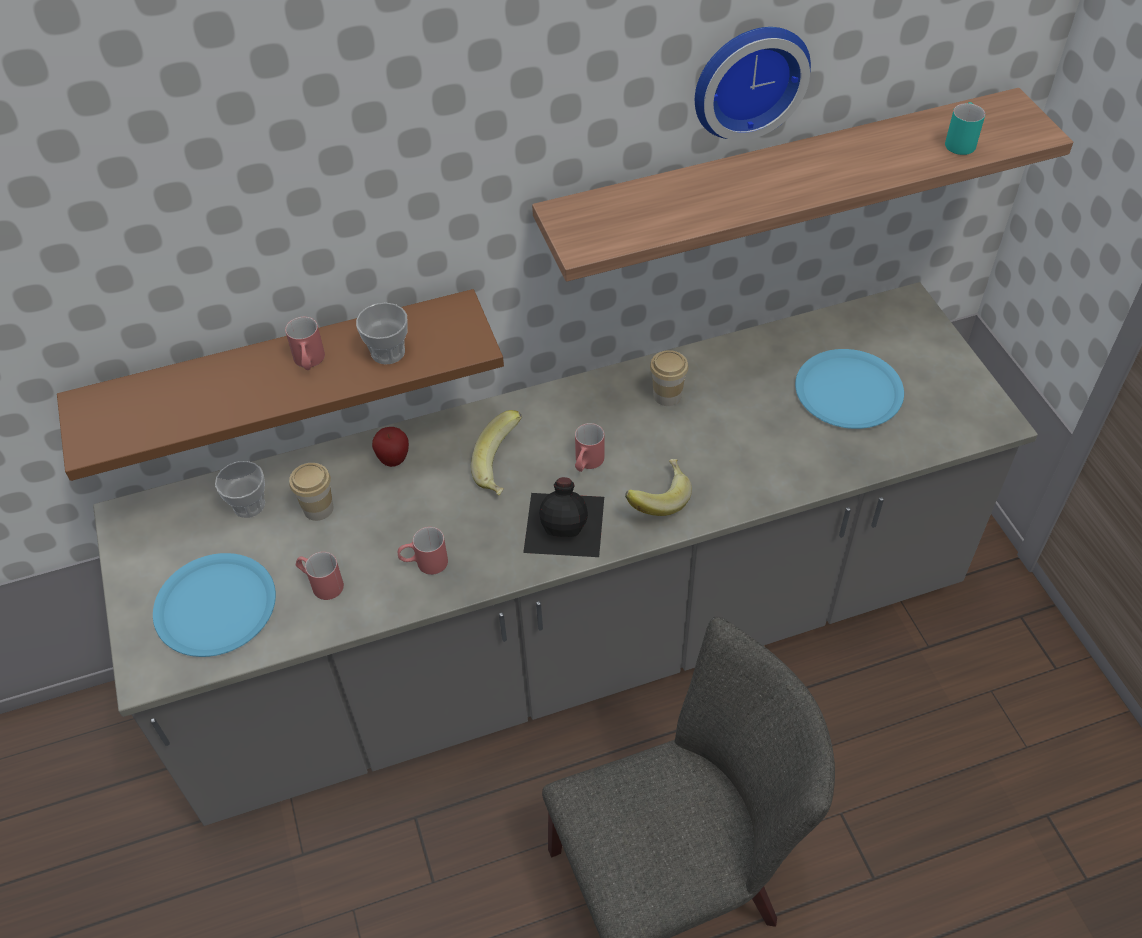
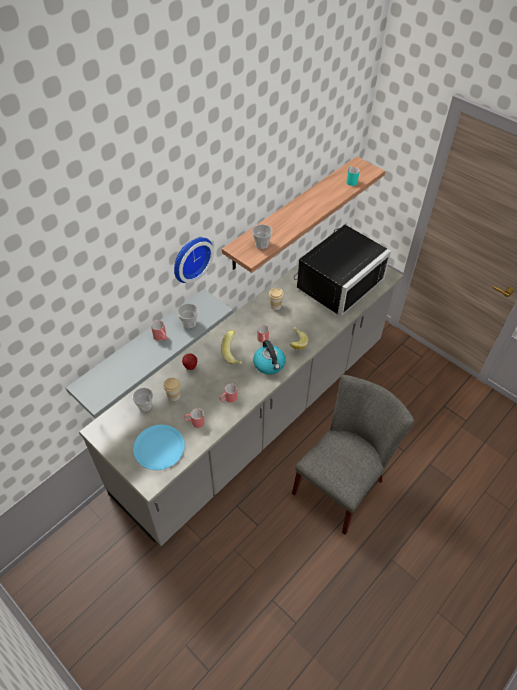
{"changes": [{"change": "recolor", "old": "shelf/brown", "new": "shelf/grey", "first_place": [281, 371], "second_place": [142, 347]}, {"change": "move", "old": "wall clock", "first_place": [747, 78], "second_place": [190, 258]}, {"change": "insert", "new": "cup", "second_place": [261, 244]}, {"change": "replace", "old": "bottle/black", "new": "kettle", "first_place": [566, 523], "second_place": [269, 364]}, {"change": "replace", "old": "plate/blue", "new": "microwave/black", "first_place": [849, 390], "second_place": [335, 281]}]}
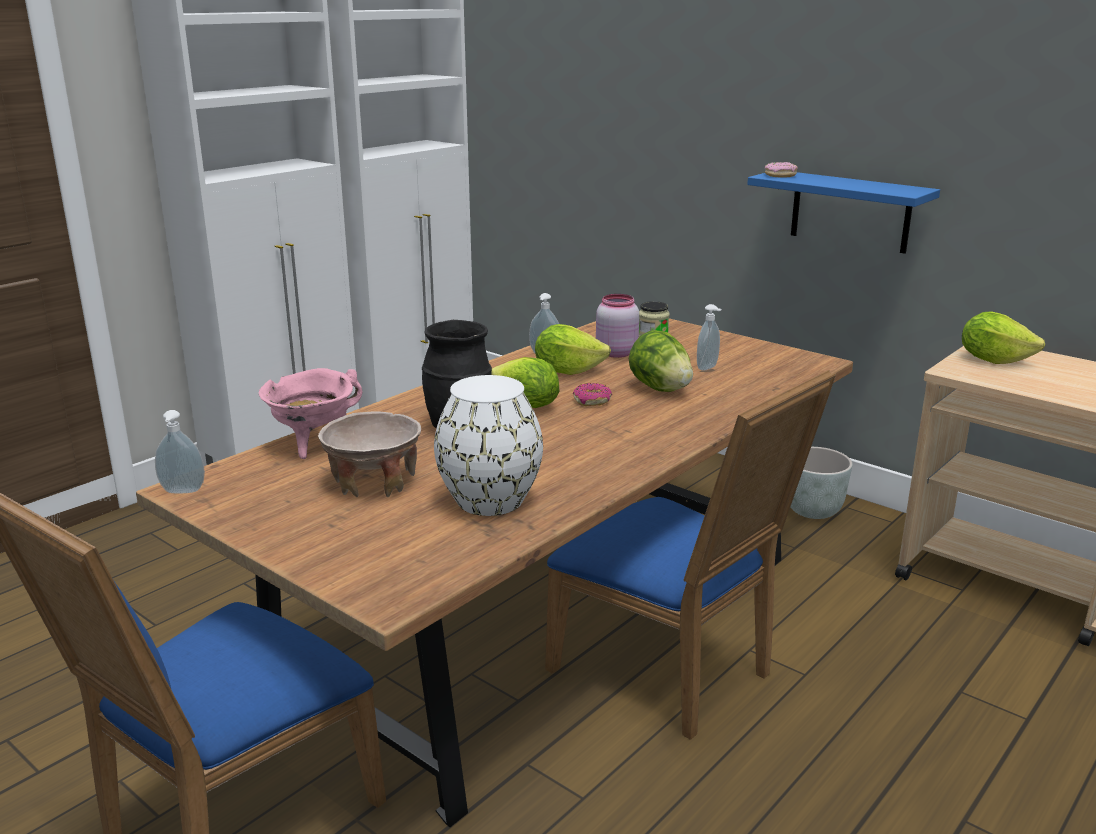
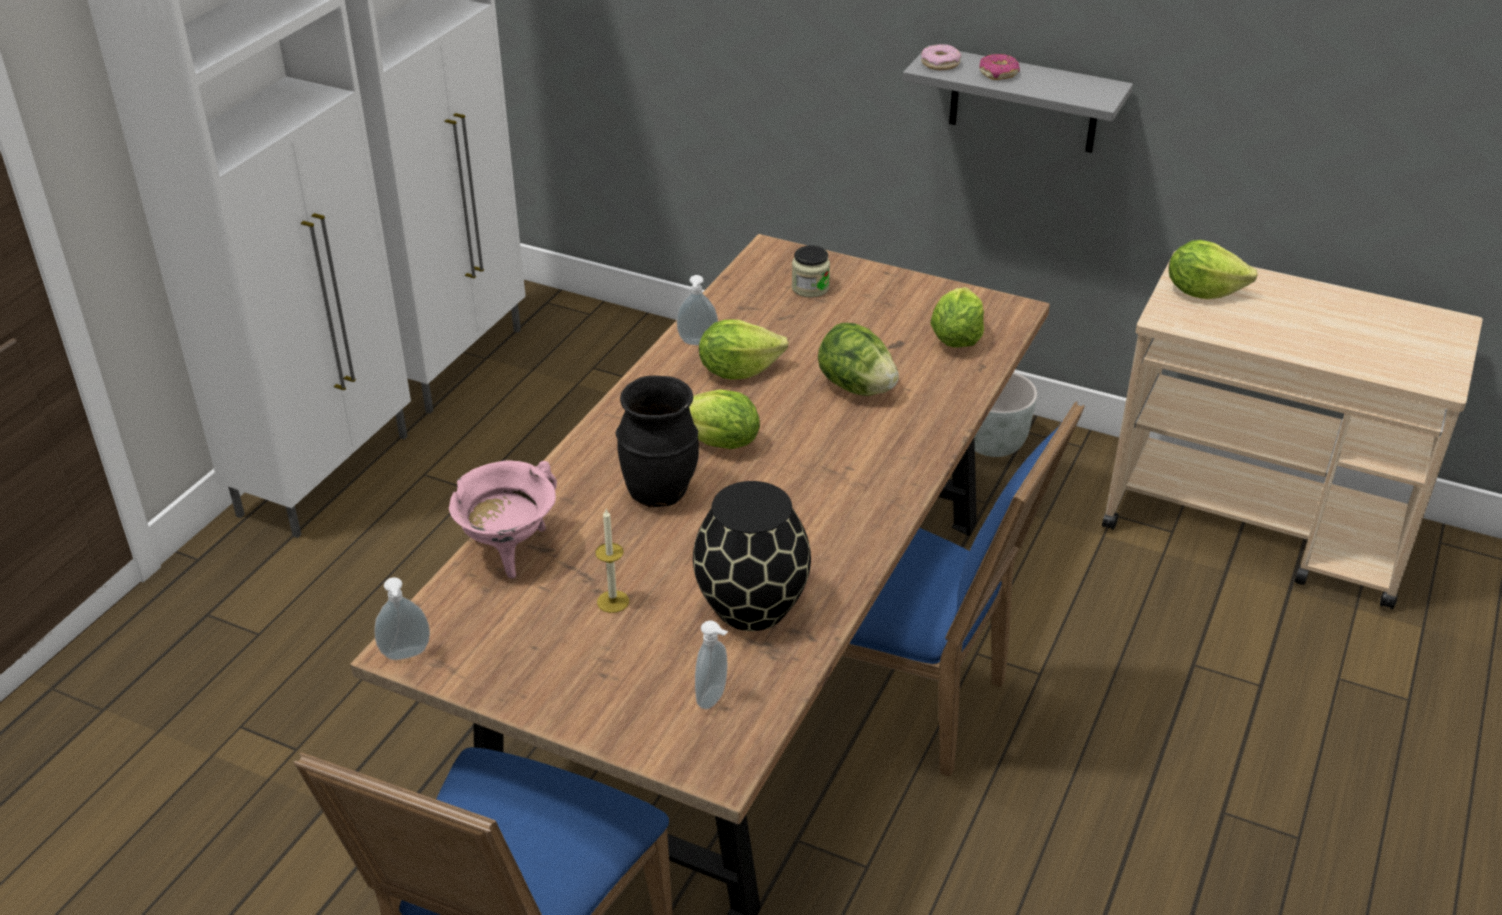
{"changes": [{"change": "replace", "old": "bowl/beige", "new": "candle", "first_place": [373, 482], "second_place": [613, 601]}, {"change": "recolor", "old": "vase/white", "new": "vase/black", "first_place": [488, 500], "second_place": [750, 606]}, {"change": "move", "old": "soap dispenser", "first_place": [708, 368], "second_place": [714, 698]}, {"change": "recolor", "old": "shelf/blue", "new": "shelf/grey", "first_place": [850, 211], "second_place": [1024, 100]}, {"change": "insert", "new": "lettuce", "second_place": [956, 338]}, {"change": "move", "old": "donut", "first_place": [592, 401], "second_place": [998, 73]}, {"change": "delete", "old": "jar/pink", "first_place": [615, 353]}]}
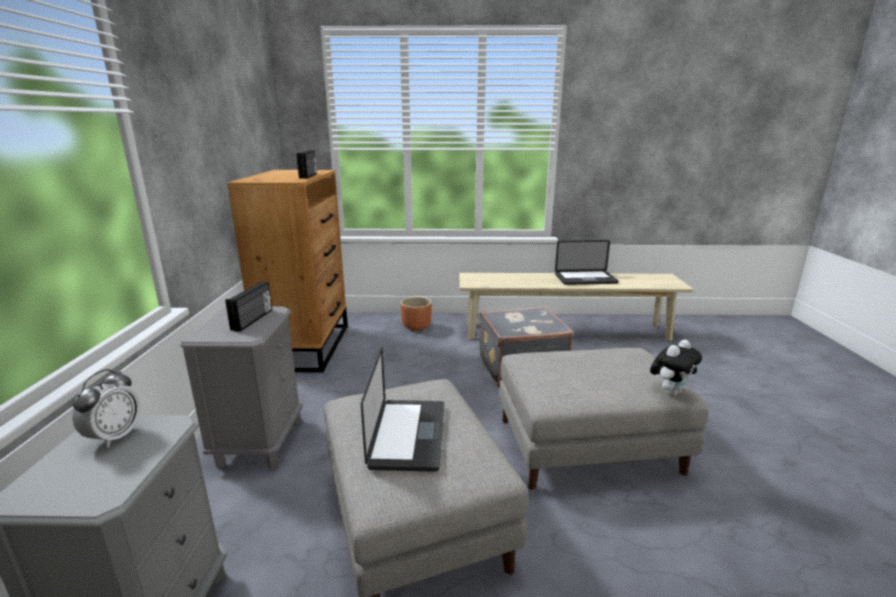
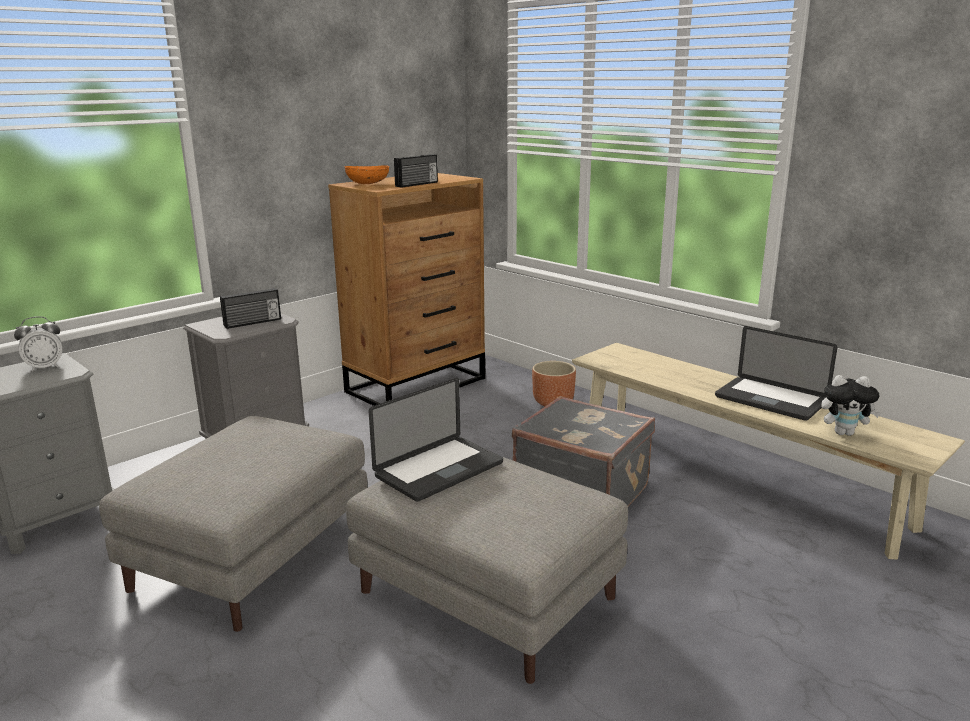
{"changes": [{"change": "insert", "new": "bowl/orange", "second_place": [367, 184]}, {"change": "move", "old": "laptop", "first_place": [408, 435], "second_place": [439, 470]}, {"change": "move", "old": "plush toy", "first_place": [670, 392], "second_place": [844, 433]}]}
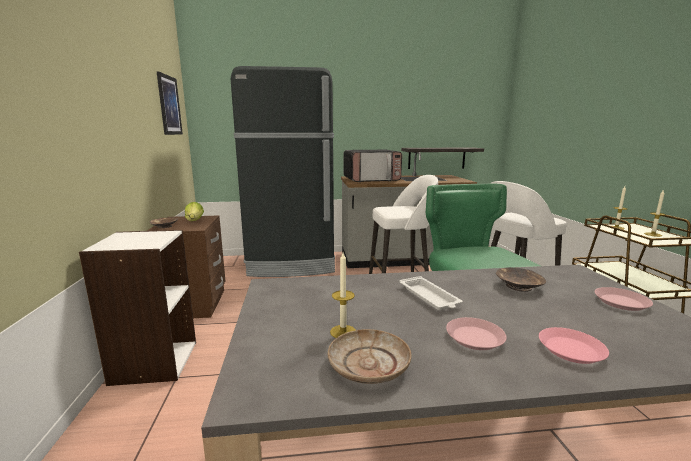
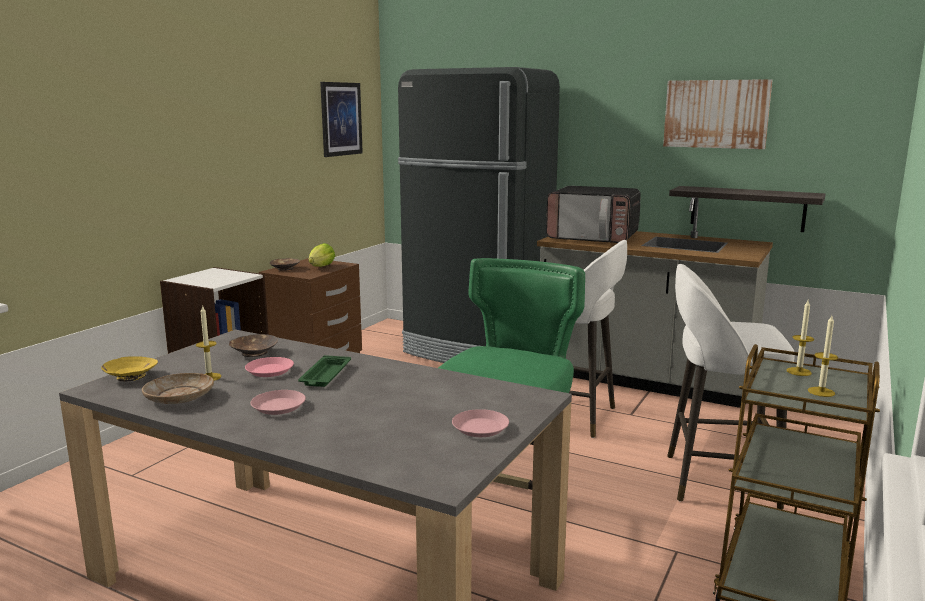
{"changes": [{"change": "insert", "new": "bowl/yellow", "second_place": [131, 376]}, {"change": "move", "old": "bowl/brown", "first_place": [518, 286], "second_place": [254, 352]}, {"change": "move", "old": "plate/pink", "first_place": [571, 349], "second_place": [270, 370]}, {"change": "recolor", "old": "tray/white", "new": "tray/green", "first_place": [429, 297], "second_place": [325, 376]}, {"change": "insert", "new": "picture", "second_place": [716, 114]}]}
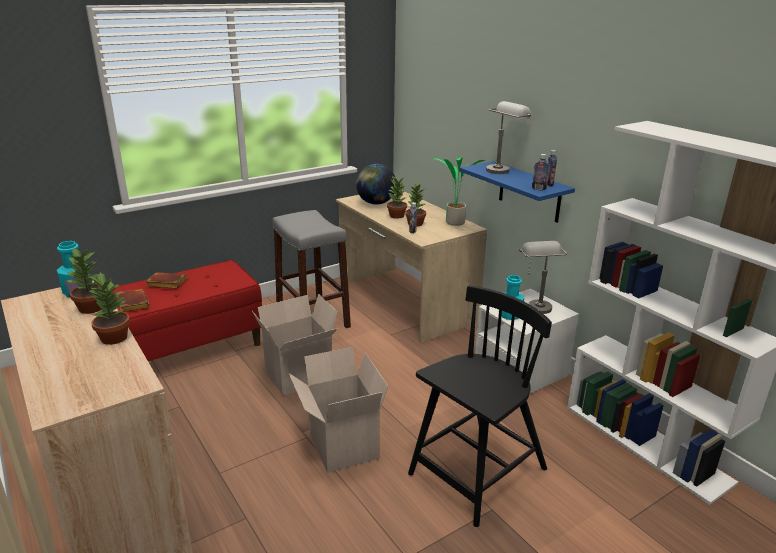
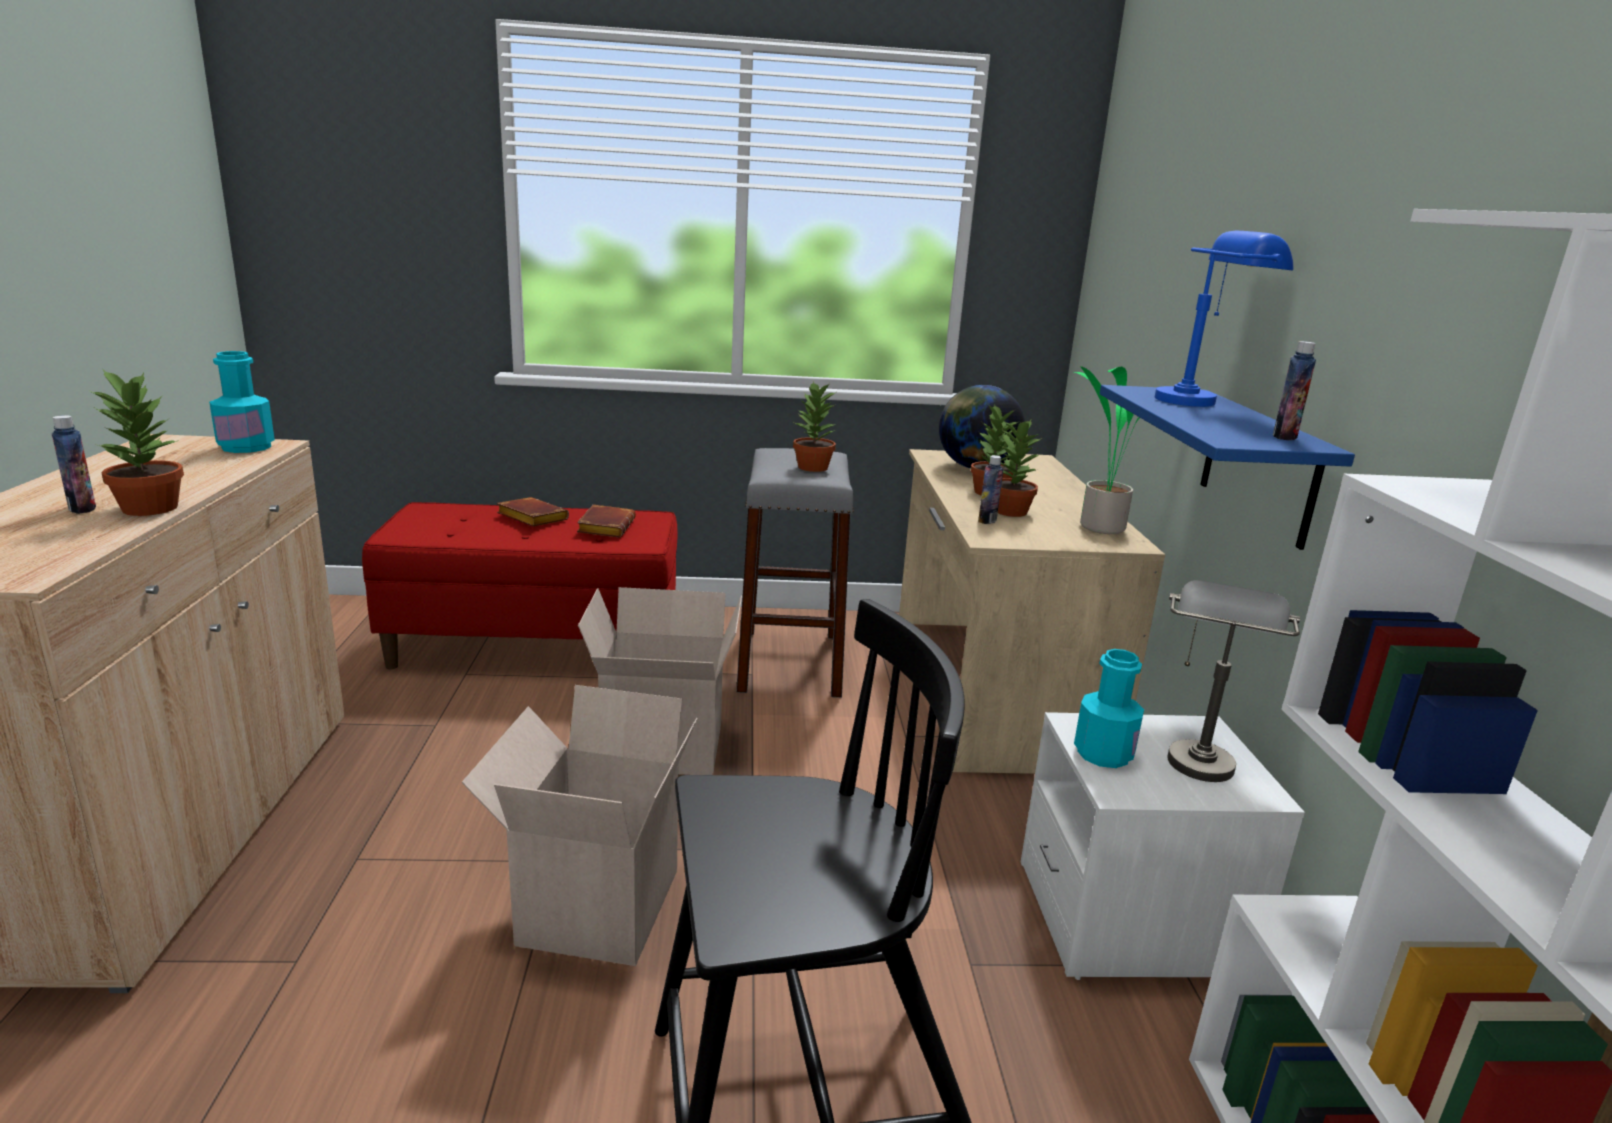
{"changes": [{"change": "move", "old": "bottle", "first_place": [539, 189], "second_place": [82, 508]}, {"change": "move", "old": "book/brown", "first_place": [132, 303], "second_place": [605, 527]}, {"change": "move", "old": "potted plant", "first_place": [91, 308], "second_place": [812, 468]}, {"change": "recolor", "old": "table lamp/grey", "new": "table lamp/blue", "first_place": [503, 169], "second_place": [1203, 401]}]}
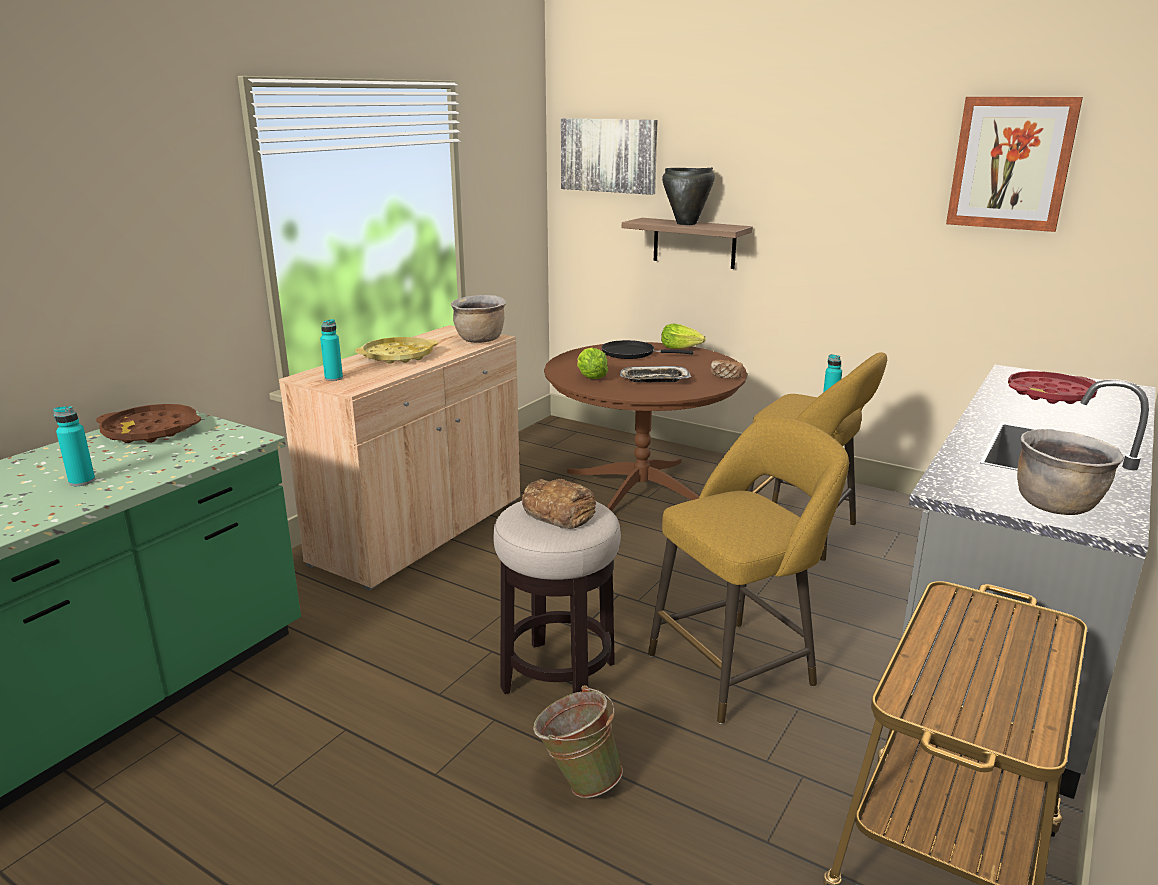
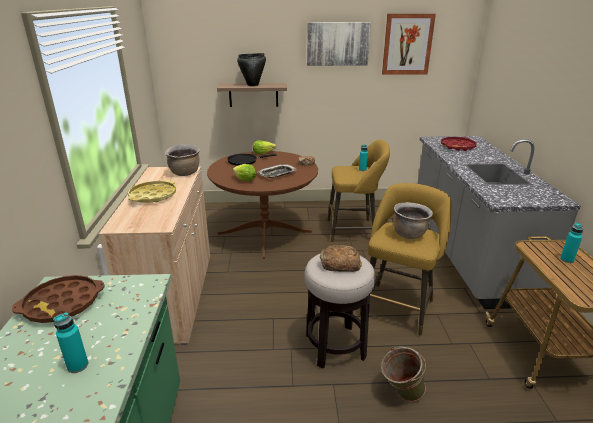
{"changes": [{"change": "move", "old": "picture", "first_place": [608, 155], "second_place": [338, 44]}, {"change": "move", "old": "cooking pot/brown", "first_place": [1056, 505], "second_place": [409, 234]}, {"change": "move", "old": "bottle/turquoise", "first_place": [334, 378], "second_place": [566, 260]}]}
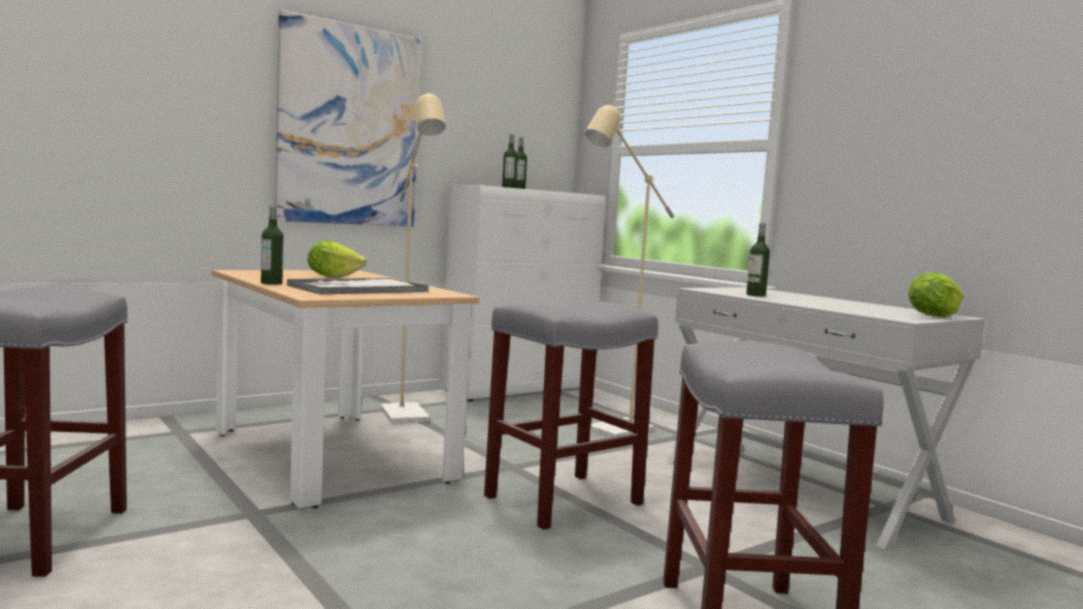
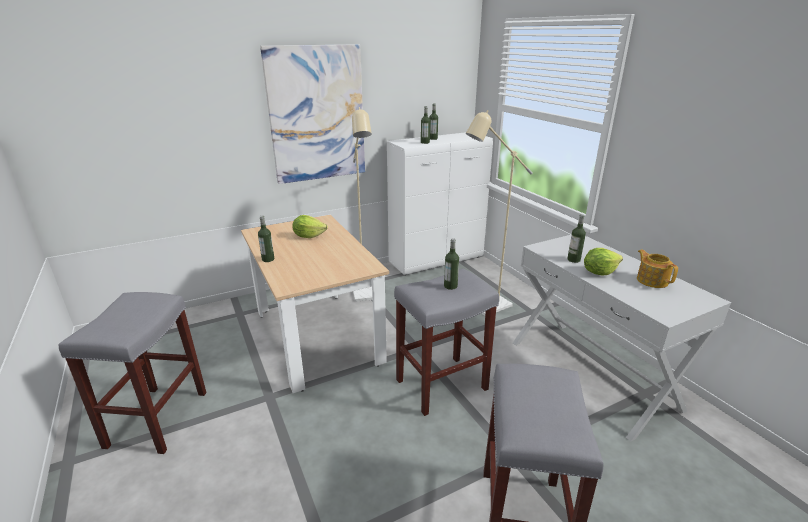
{"changes": [{"change": "insert", "new": "bottle", "second_place": [450, 286]}, {"change": "move", "old": "lettuce", "first_place": [933, 316], "second_place": [599, 272]}, {"change": "insert", "new": "teapot", "second_place": [652, 280]}, {"change": "delete", "old": "tray", "first_place": [357, 289]}]}
